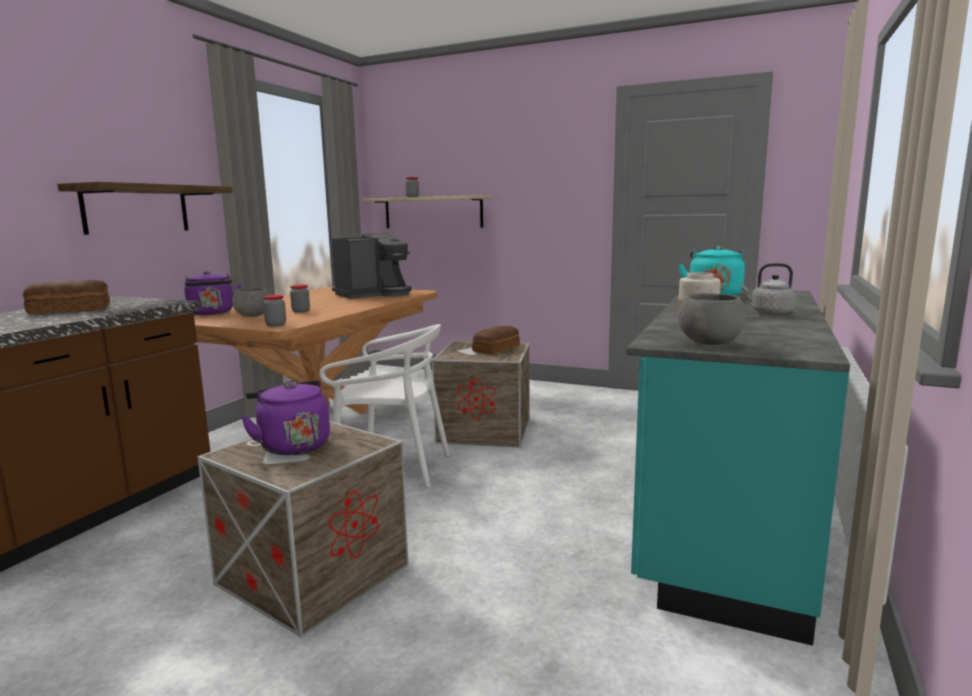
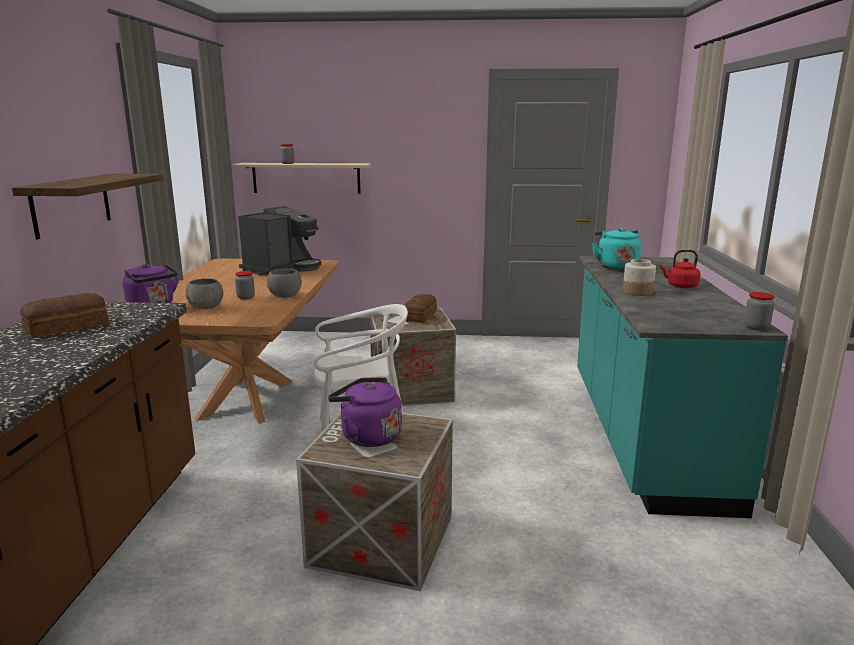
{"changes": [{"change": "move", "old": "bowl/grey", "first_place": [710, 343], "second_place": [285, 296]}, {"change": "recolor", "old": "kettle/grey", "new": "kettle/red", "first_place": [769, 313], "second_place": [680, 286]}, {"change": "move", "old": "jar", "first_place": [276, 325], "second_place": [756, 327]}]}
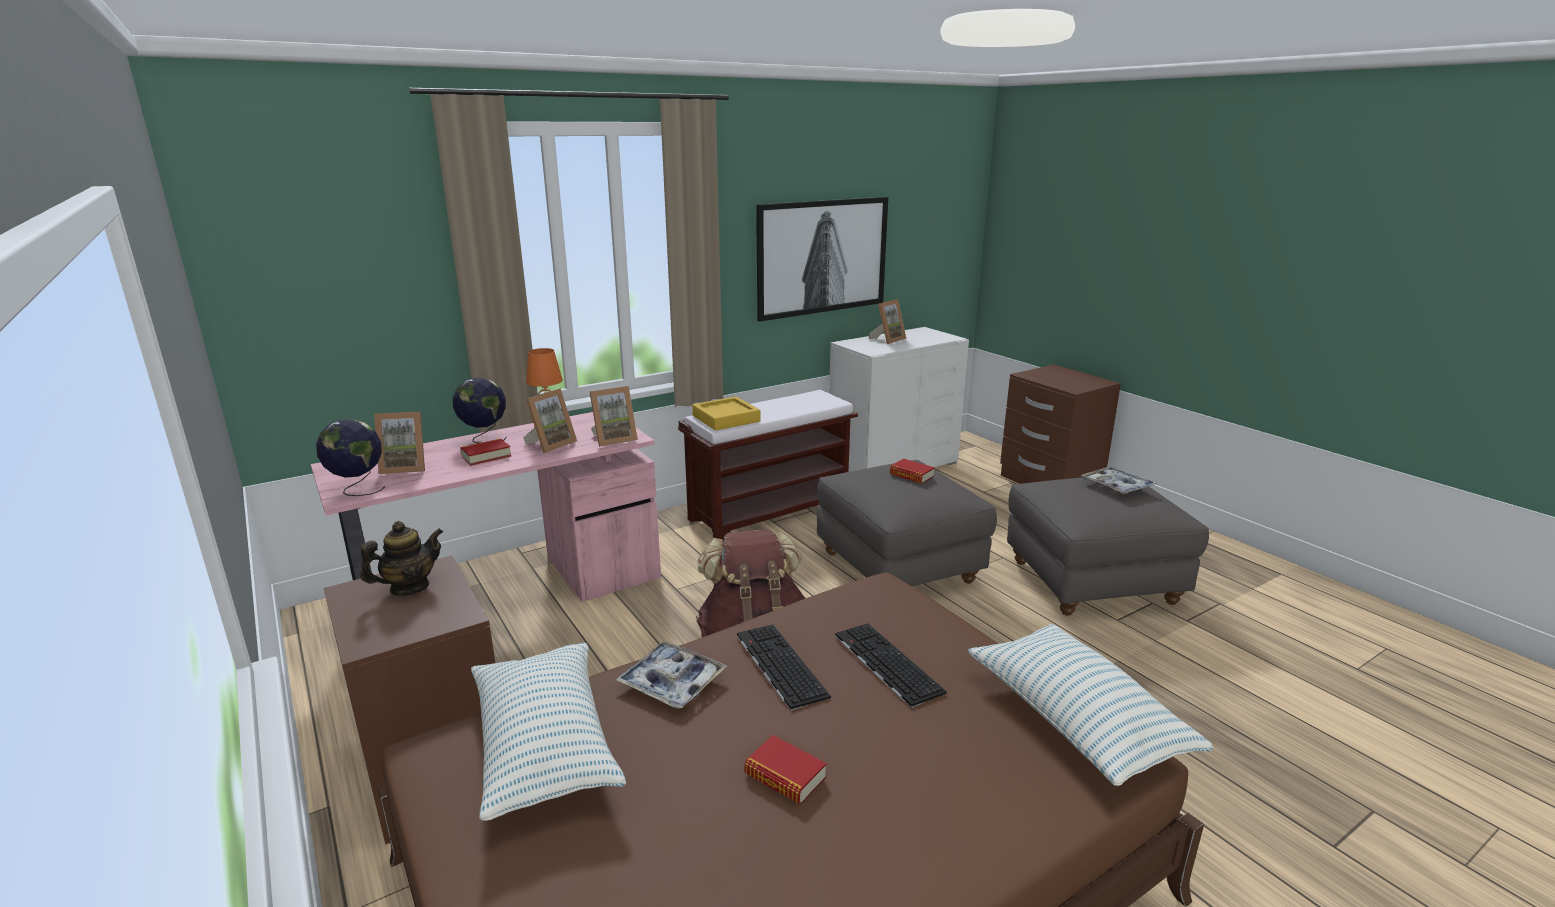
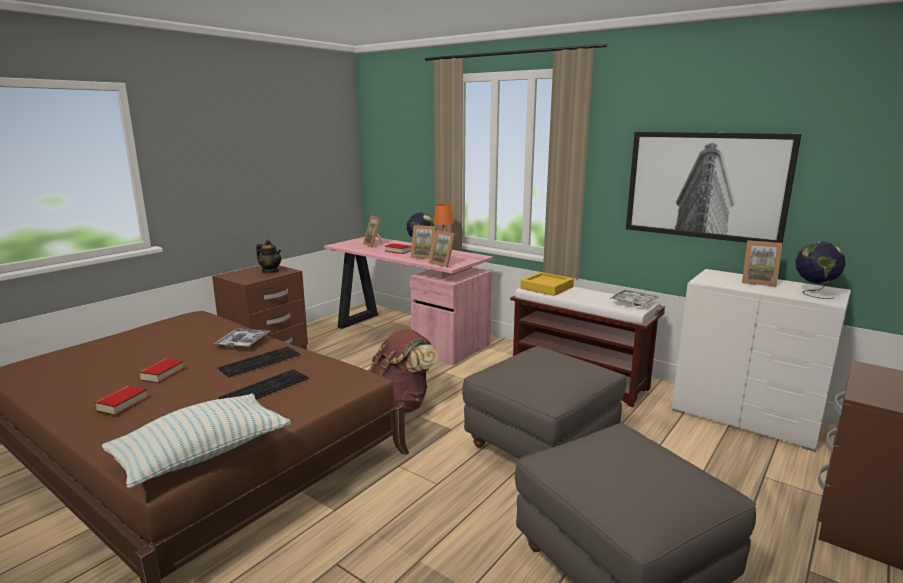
{"changes": [{"change": "move", "old": "book", "first_place": [911, 475], "second_place": [122, 404]}, {"change": "move", "old": "tray", "first_place": [1117, 486], "second_place": [634, 303]}, {"change": "move", "old": "globe", "first_place": [358, 489], "second_place": [813, 293]}, {"change": "delete", "old": "pillow", "first_place": [545, 746]}]}
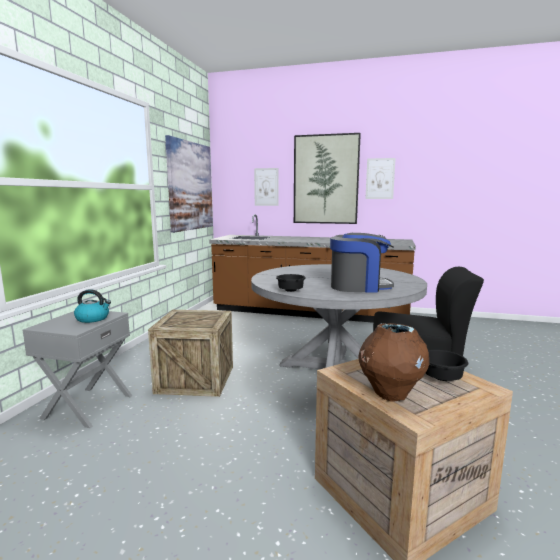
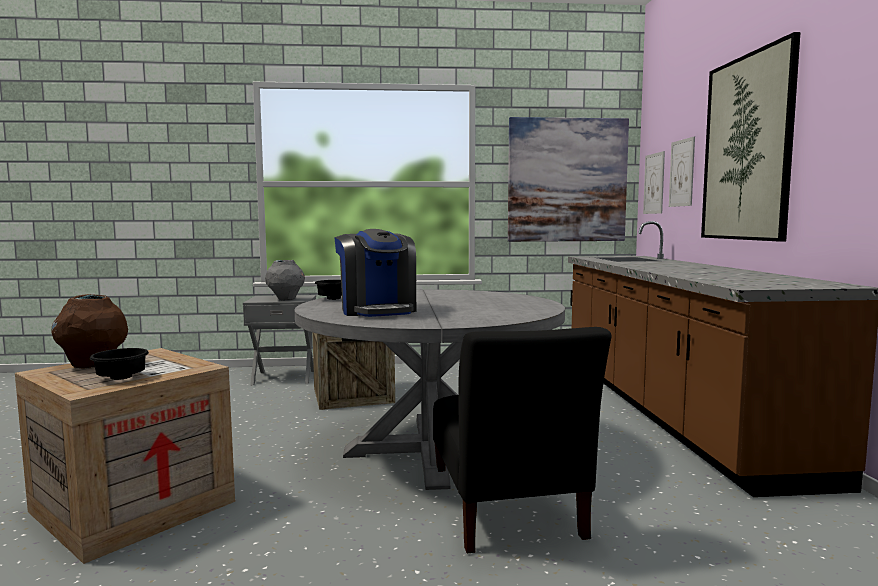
{"changes": [{"change": "replace", "old": "kettle", "new": "vase/grey", "first_place": [93, 318], "second_place": [286, 299]}, {"change": "move", "old": "picture", "first_place": [380, 178], "second_place": [654, 183]}]}
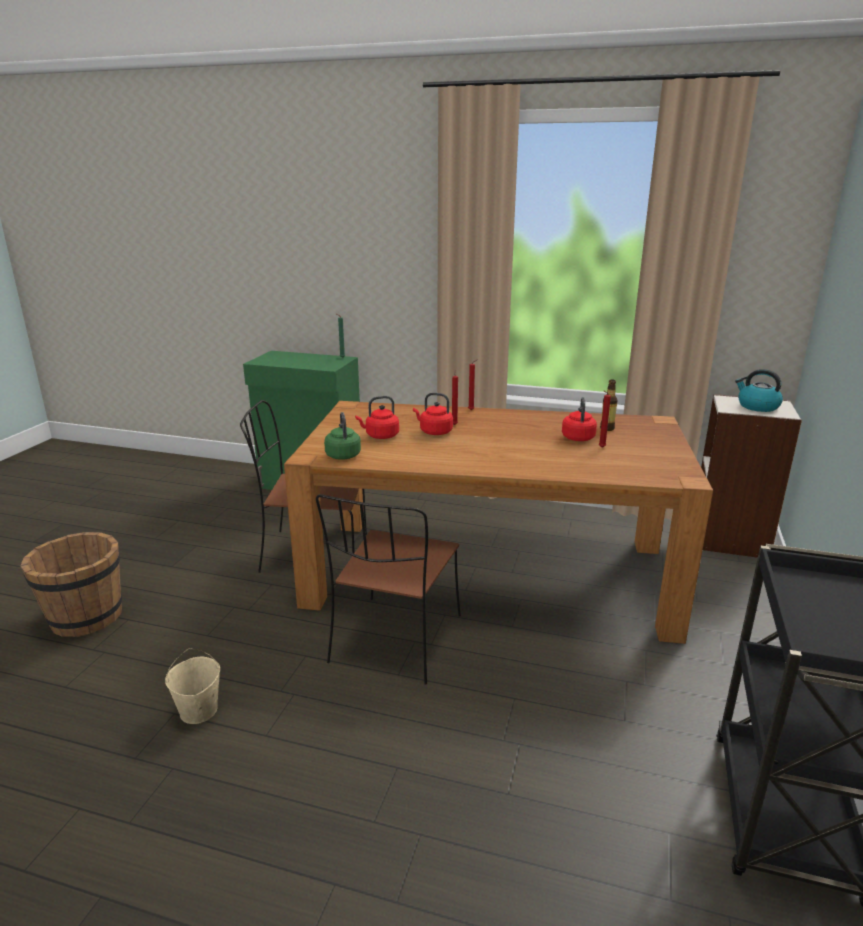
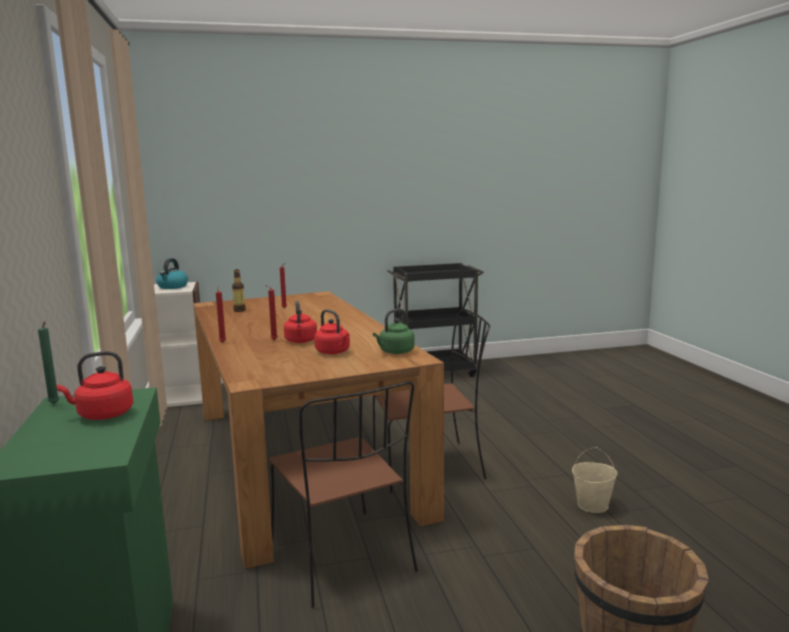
{"changes": [{"change": "move", "old": "kettle/red", "first_place": [578, 437], "second_place": [102, 415]}]}
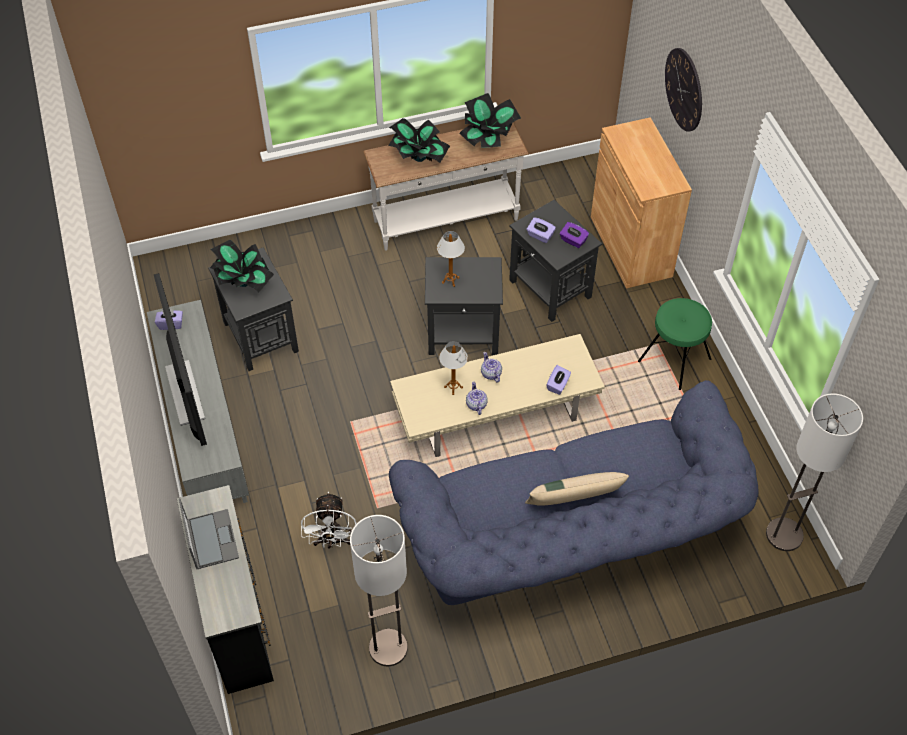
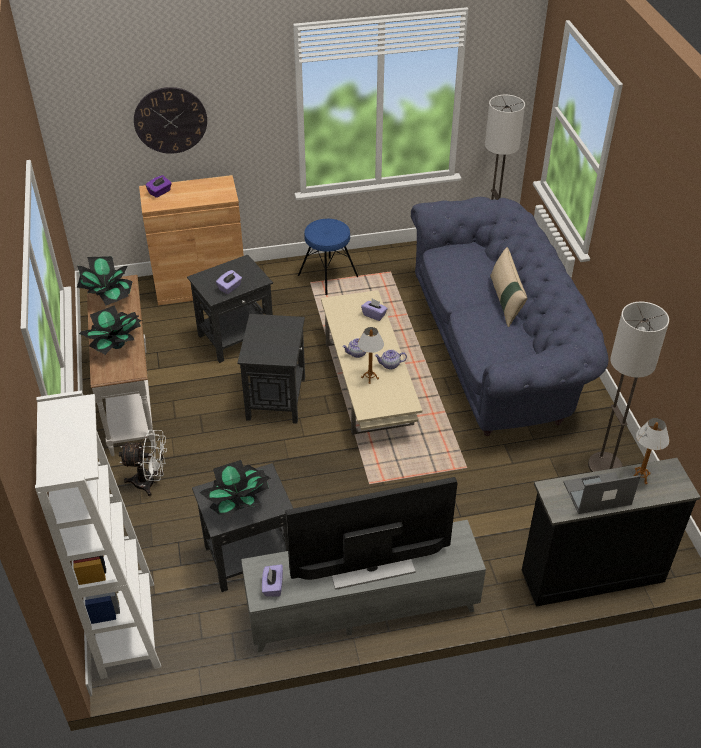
{"changes": [{"change": "insert", "new": "bookcase/white", "second_place": [128, 629]}, {"change": "move", "old": "fan/white", "first_place": [332, 541], "second_place": [150, 482]}, {"change": "move", "old": "tissue box/purple", "first_place": [573, 241], "second_place": [160, 192]}, {"change": "recolor", "old": "stool/green", "new": "stool/blue", "first_place": [674, 360], "second_place": [328, 276]}, {"change": "move", "old": "table lamp", "first_place": [450, 280], "second_place": [640, 476]}]}
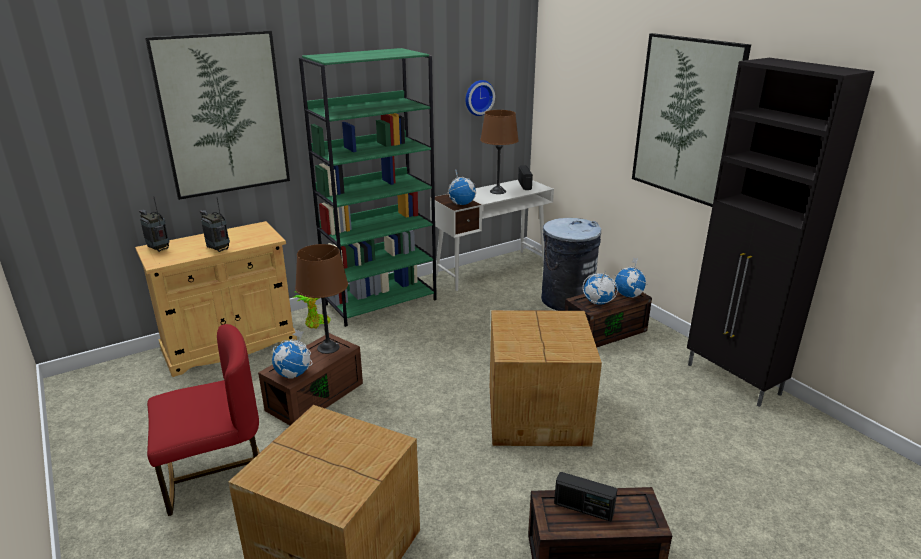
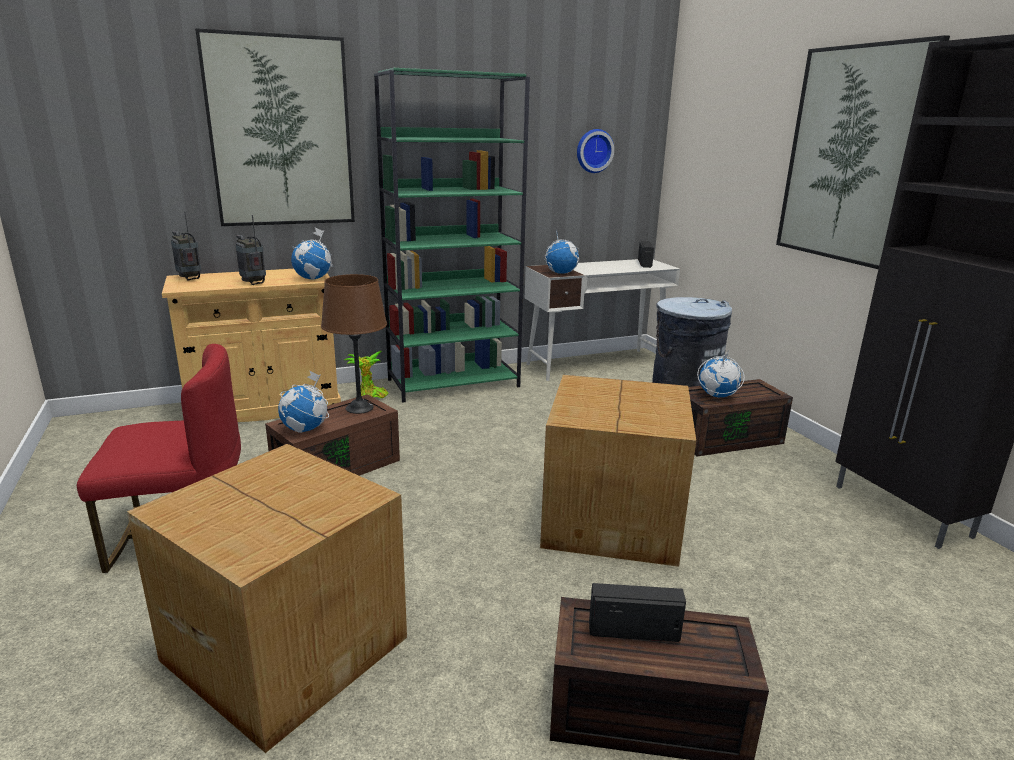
{"changes": [{"change": "move", "old": "globe", "first_place": [629, 295], "second_place": [313, 279]}, {"change": "rotate", "old": "radio", "first_place": [583, 508], "second_place": [633, 631], "degrees": 150}, {"change": "delete", "old": "table lamp/brown", "first_place": [498, 191]}]}
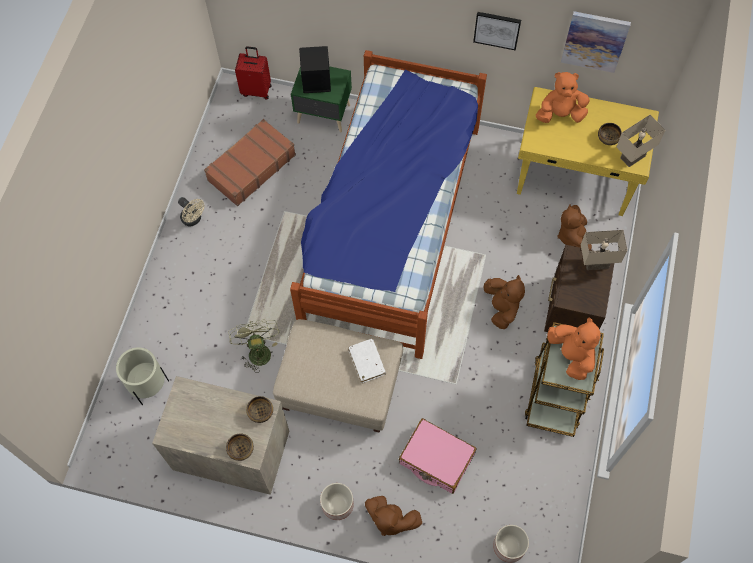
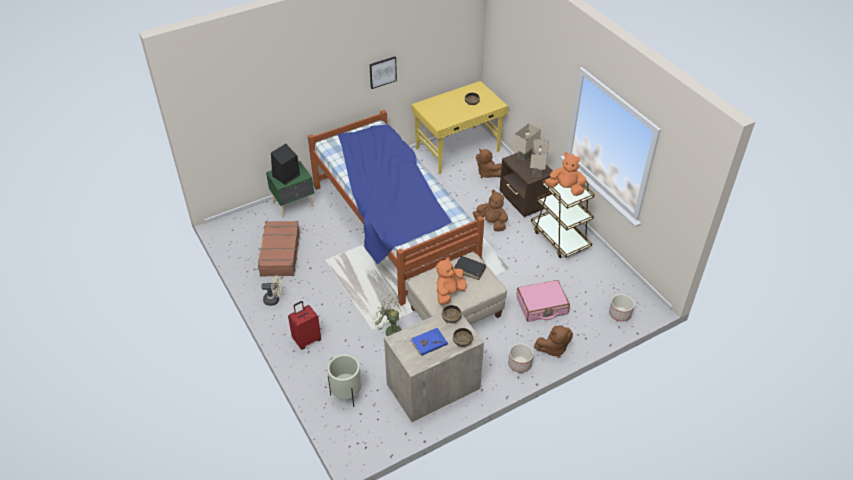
{"changes": [{"change": "move", "old": "suitcase/red", "first_place": [256, 90], "second_place": [307, 340]}, {"change": "insert", "new": "book/blue", "second_place": [428, 342]}, {"change": "move", "old": "plush toy/orange", "first_place": [560, 114], "second_place": [449, 293]}, {"change": "recolor", "old": "book/white", "new": "book/black", "first_place": [367, 362], "second_place": [469, 270]}, {"change": "move", "old": "table lamp/beige", "first_place": [632, 156], "second_place": [536, 171]}, {"change": "delete", "old": "picture", "first_place": [594, 41]}]}
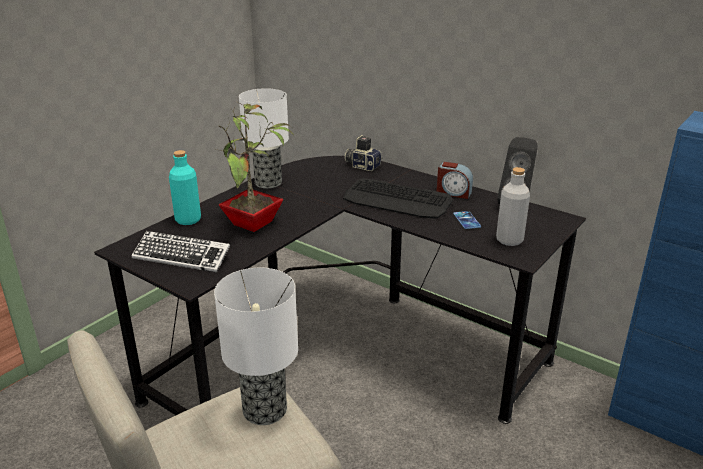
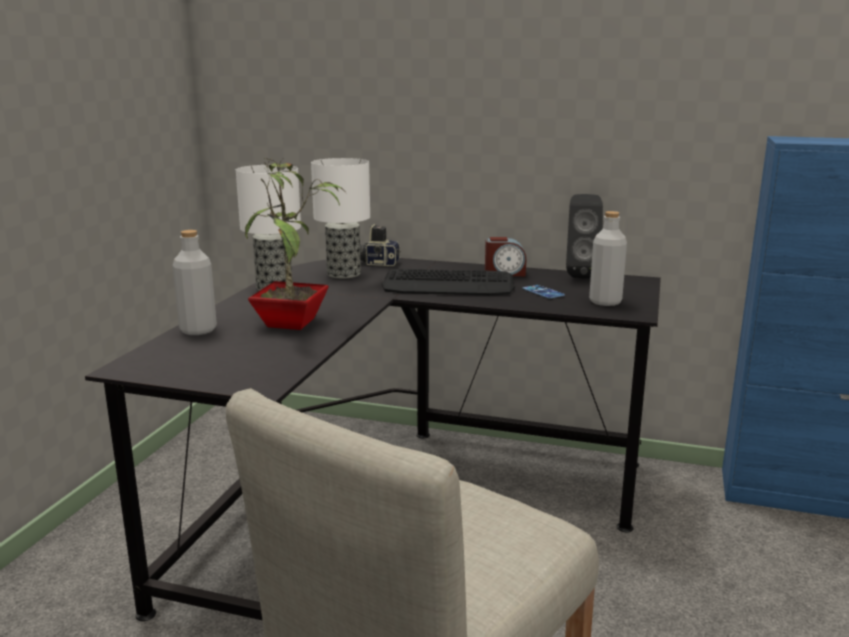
{"changes": [{"change": "recolor", "old": "bottle/turquoise", "new": "bottle/grey", "first_place": [188, 220], "second_place": [198, 330]}, {"change": "move", "old": "table lamp", "first_place": [264, 411], "second_place": [343, 274]}, {"change": "delete", "old": "keyboard", "first_place": [182, 257]}]}
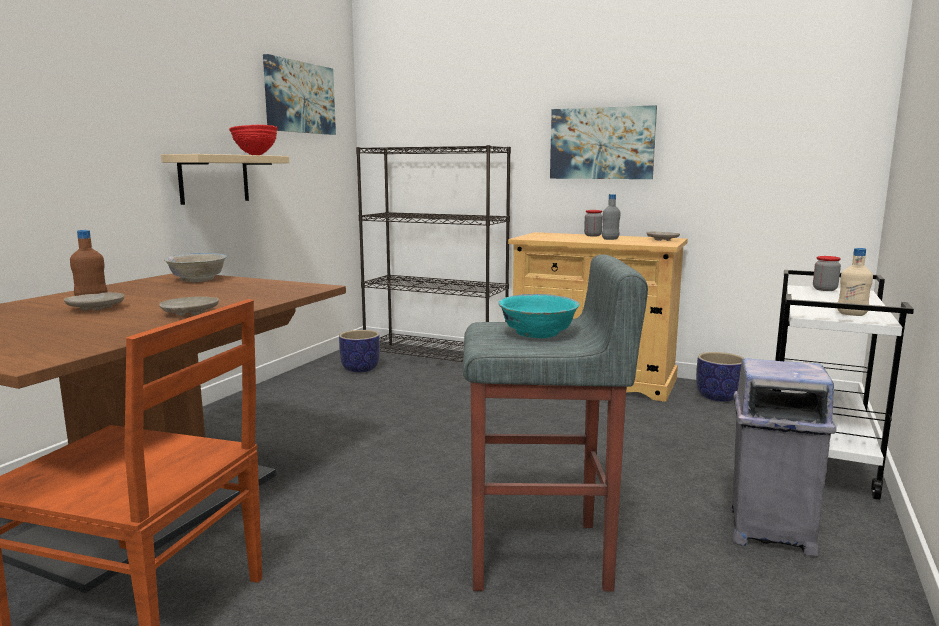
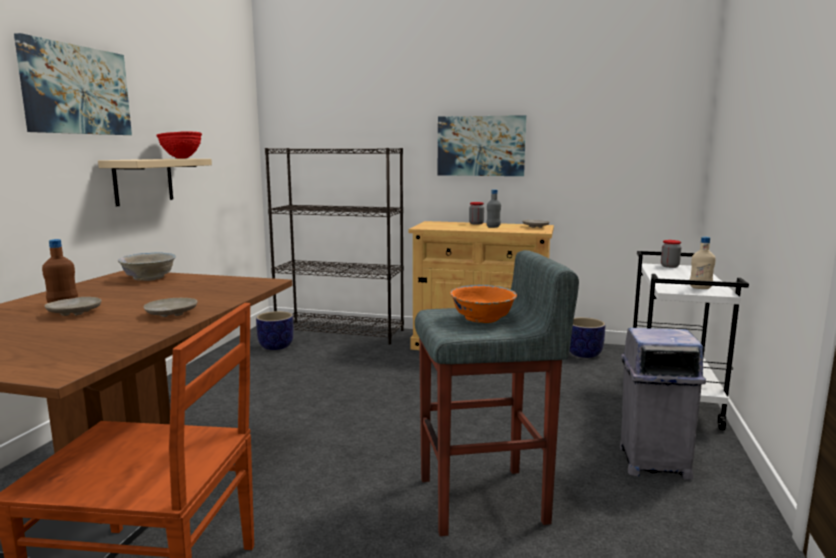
{"changes": [{"change": "move", "old": "picture", "first_place": [299, 97], "second_place": [76, 90]}, {"change": "recolor", "old": "bowl/turquoise", "new": "bowl/orange", "first_place": [537, 333], "second_place": [482, 318]}]}
